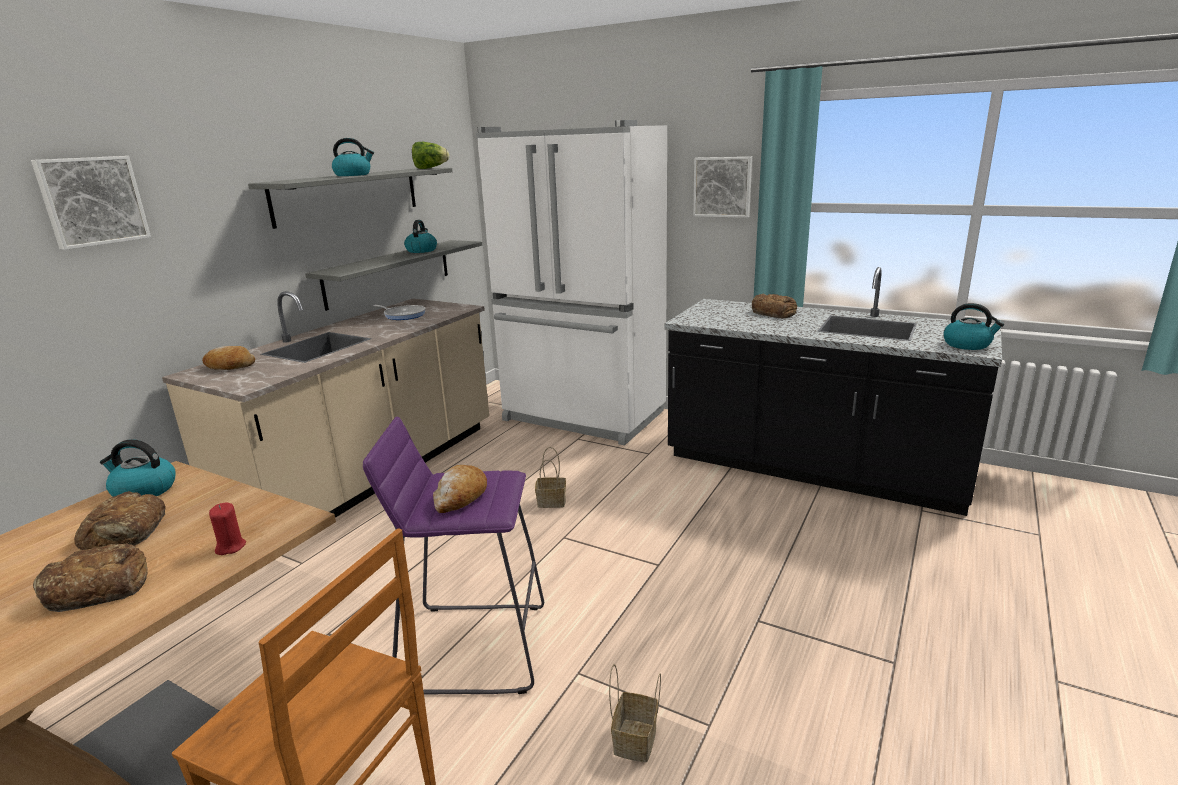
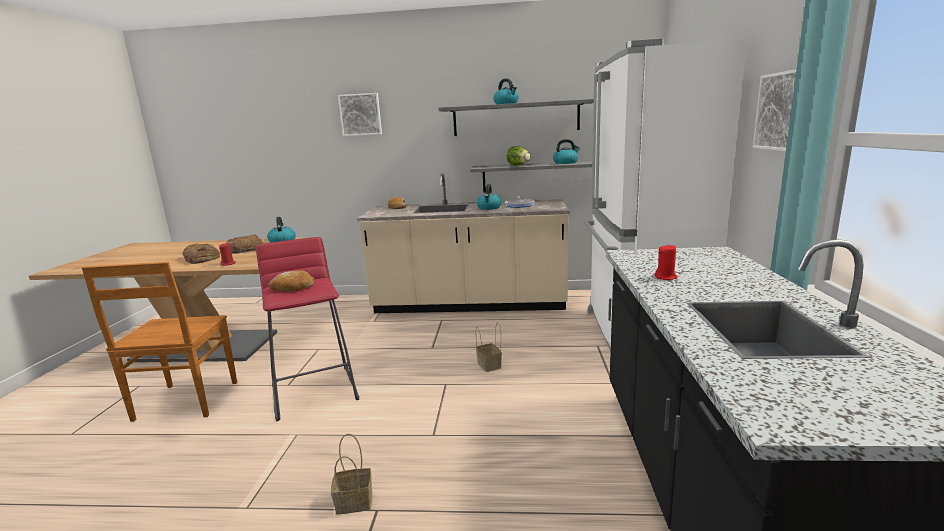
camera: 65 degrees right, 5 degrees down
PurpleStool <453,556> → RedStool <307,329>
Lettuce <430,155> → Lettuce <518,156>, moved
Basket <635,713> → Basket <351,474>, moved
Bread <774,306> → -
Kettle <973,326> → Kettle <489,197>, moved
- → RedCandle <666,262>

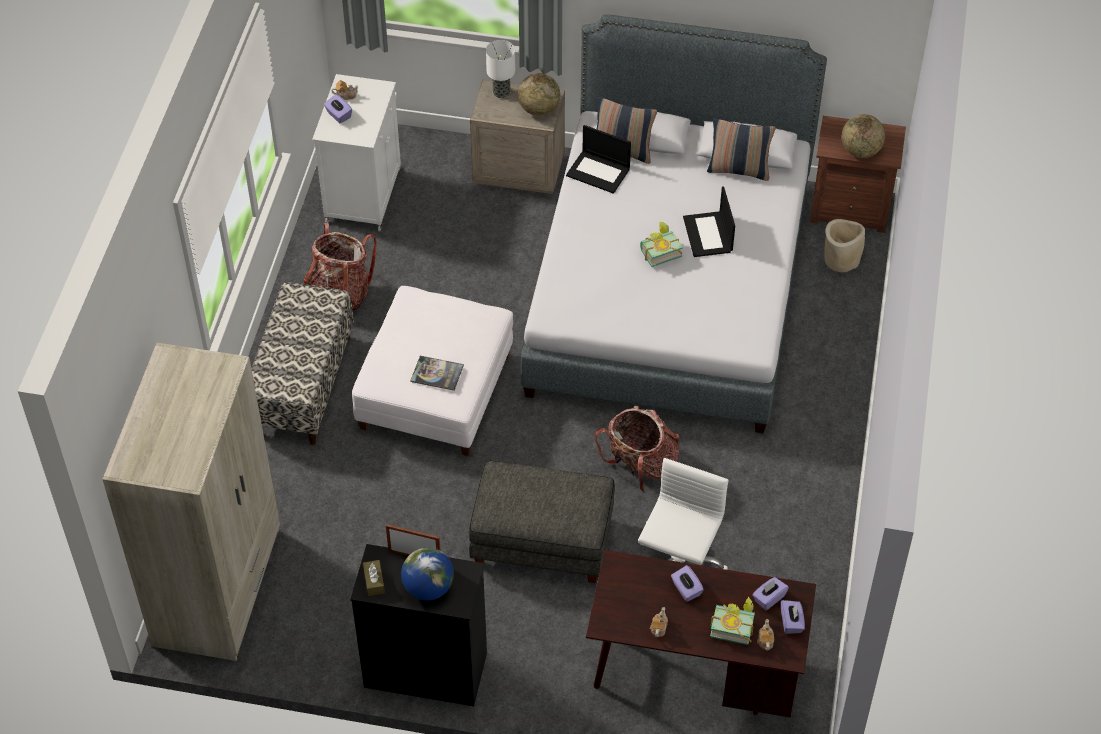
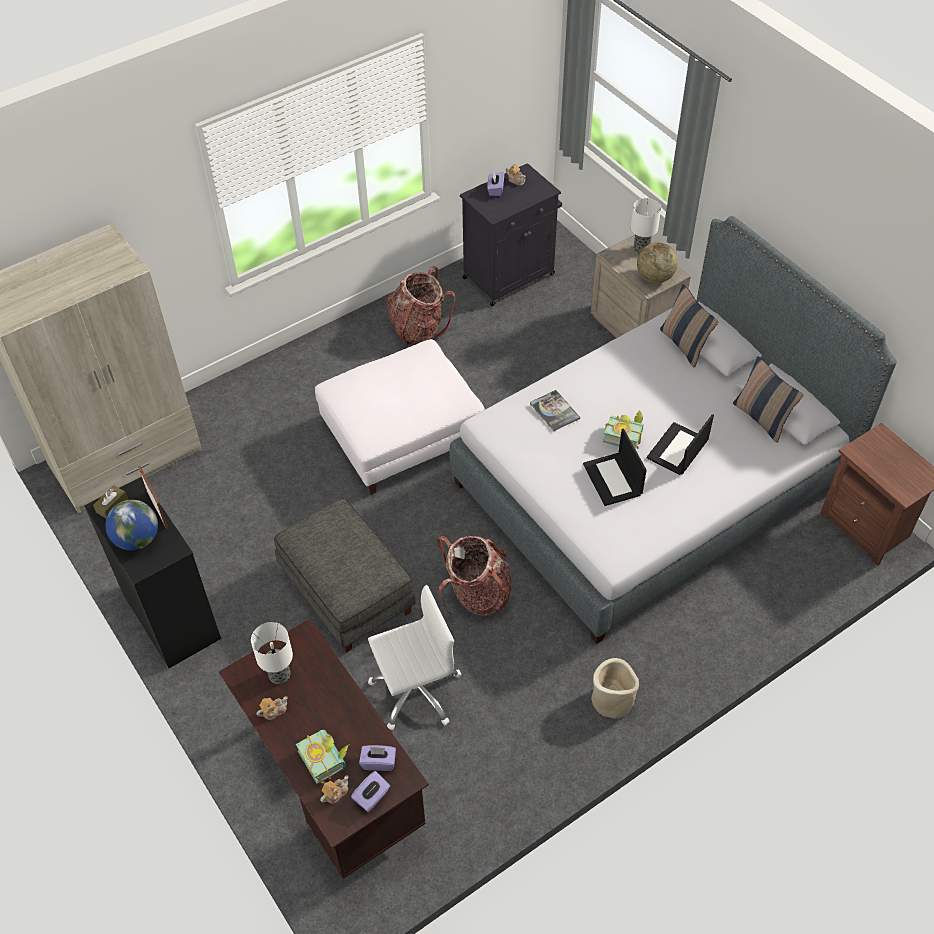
camera: 45 degrees right, 0 degrees up
Bench <302,363> → -
WhiteCabinet <356,152> → BlackCabinet <511,234>
Book <437,373> → Book <555,410>, moved
Laptop <598,159> → Laptop <615,467>, moved
PurpleTissueBox <687,583> → -
BeigePlanter <844,245> → BeigePlanter <615,688>, moved
Globe <863,136> → -
- → TableLamp <272,653>

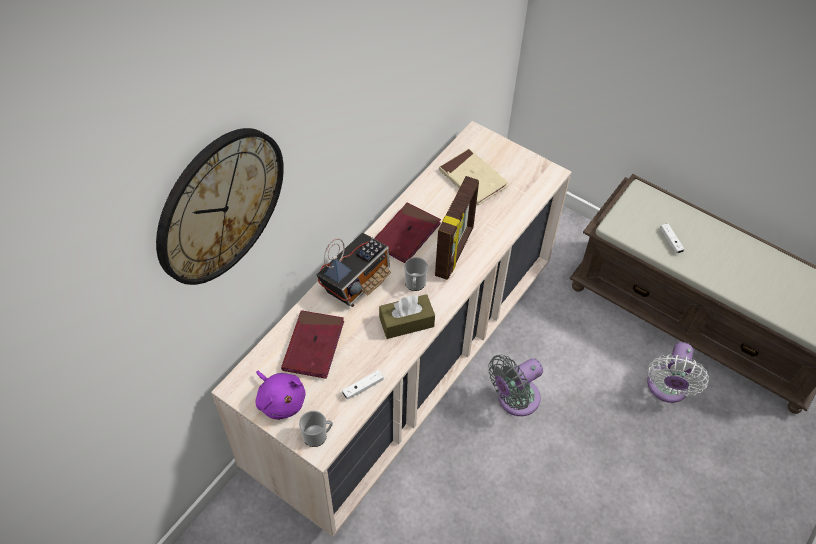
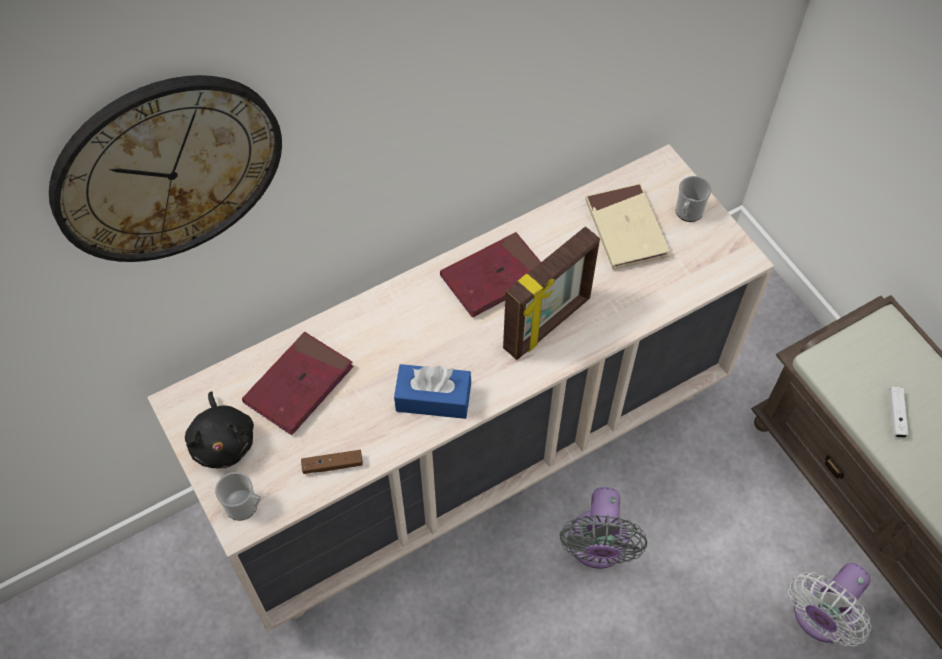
camera: 25 degrees right, 5 degrees up
PurplePlushToy <280,395> → BlackPlushToy <219,429>
Radio <354,270> → -
WhiteGameController <363,385> → BrownGameController <332,462>
BrownTissueBox <407,316> → BlueTissueBox <432,391>
Mug <416,274> → Mug <693,199>, moved
GreyFan <516,385> → GreyFan <603,528>, 75 degrees counterclockwise

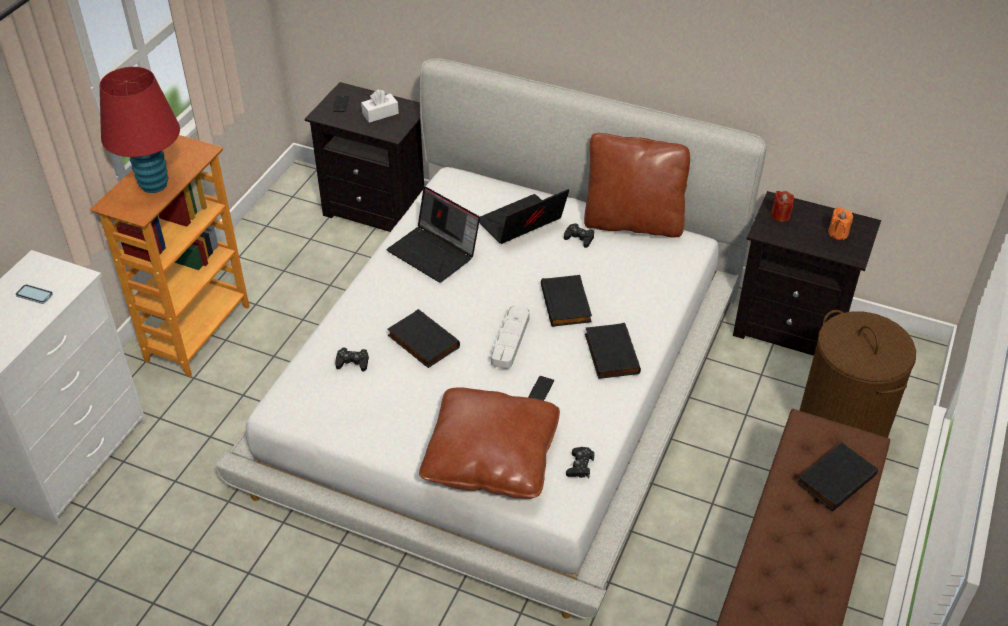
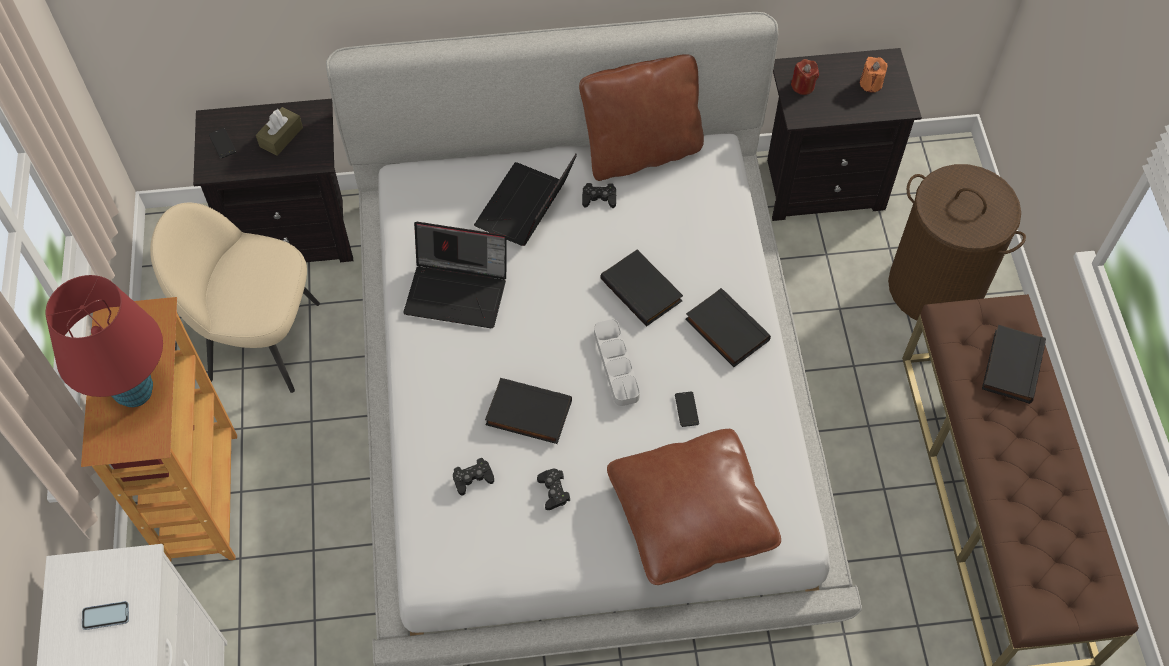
camera: 30 degrees left, 15 degrees up
WhiteTissueBox <380,106> → BrownTissueBox <279,131>
BlackGameController <580,462> → BlackGameController <553,489>, moved
- → BeigeChair <235,298>

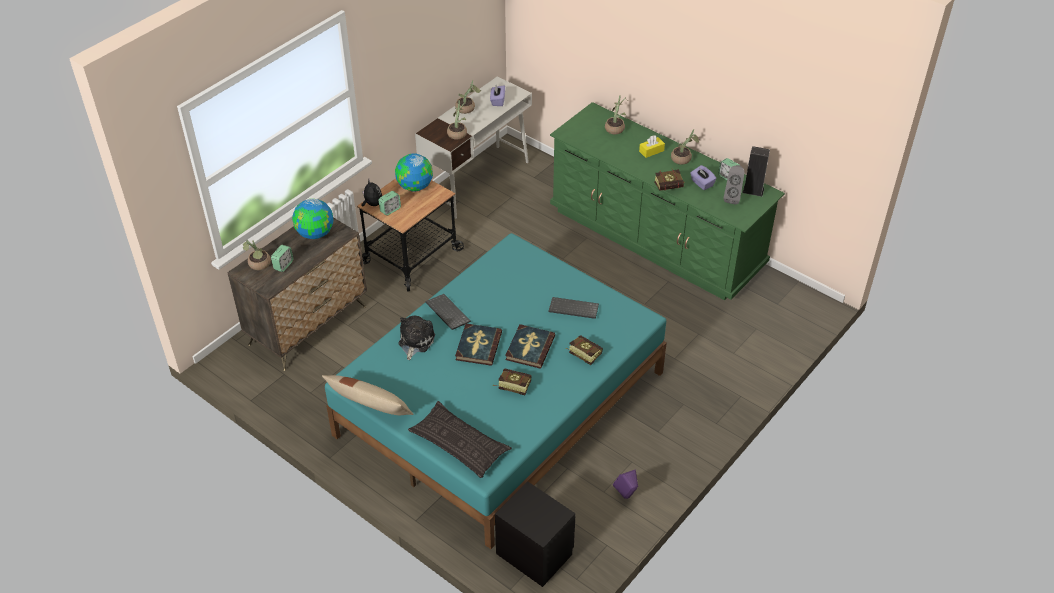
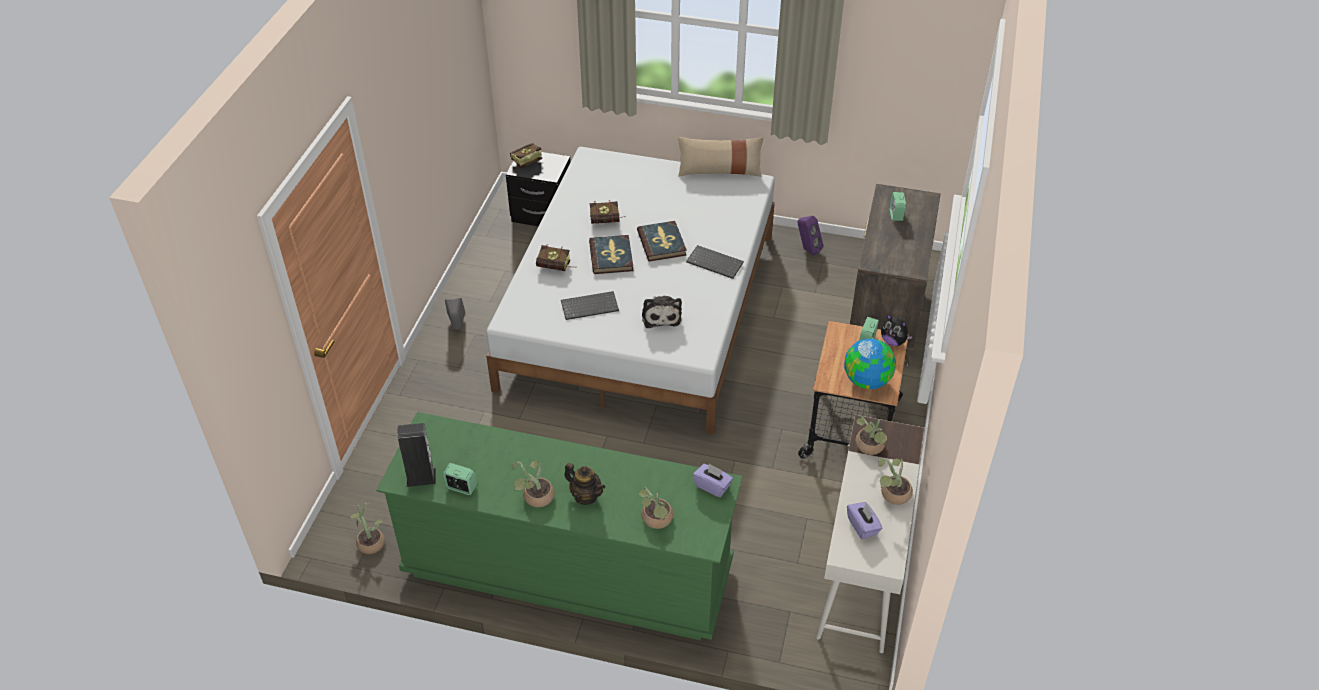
camera: 155 degrees right, 0 degrees up
PottedPlant <257,255> → PottedPlant <368,528>, moved
Globe <313,219> → -
TurquoiseBed <496,391> → WhiteBed <630,290>
PlushToy <416,337> → PlushToy <662,312>, moved
Pillow <460,439> → -
PurpleSpeaker <625,484> → PurpleSpeaker <810,236>, moved
YellowTissueBox <652,147> → Teapot <584,484>
Book <669,179> → Book <526,157>, moved
PurpleTissueBox <703,177> → PurpleTissueBox <713,480>, moved
GreySpeaker <733,184> → GreySpeaker <455,313>, moved

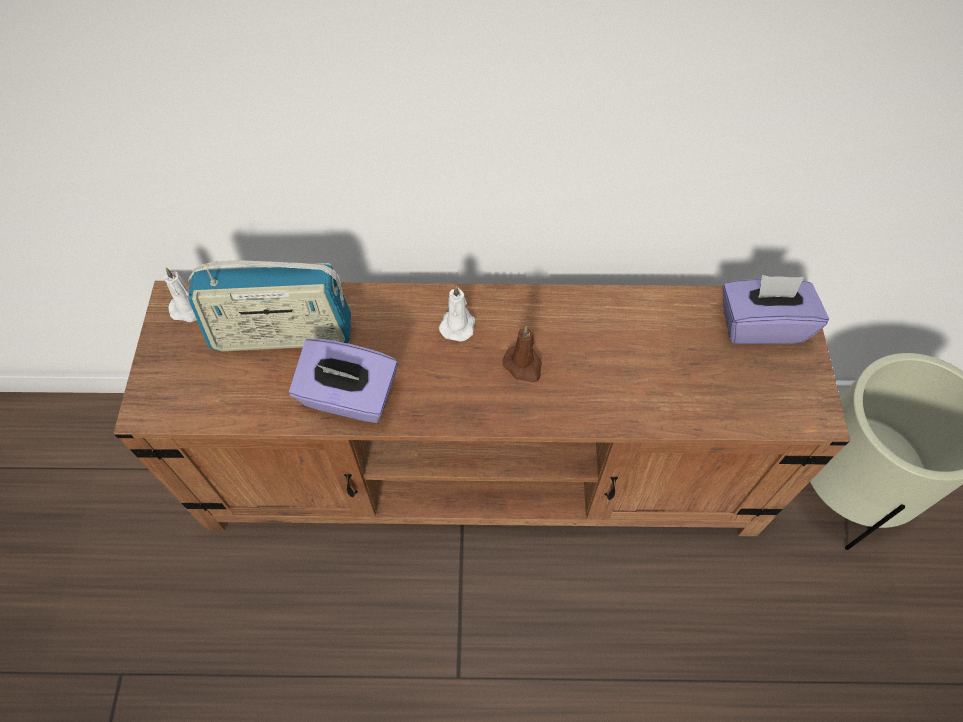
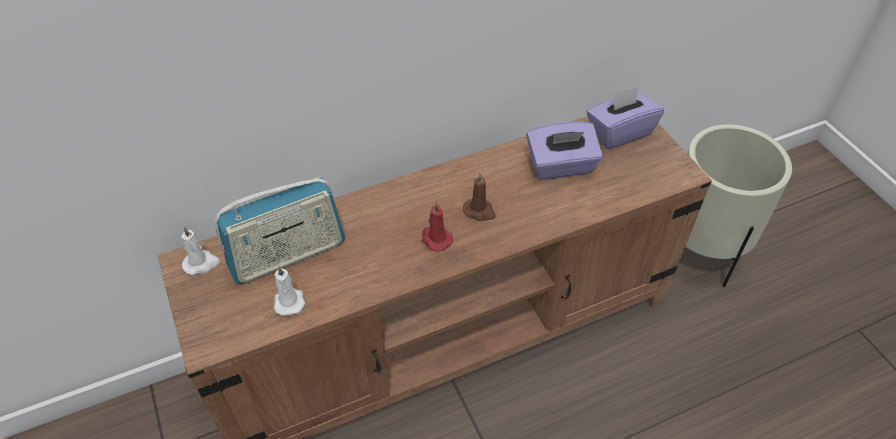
camera: 25 degrees left, 10 degrees down
PurpleTissueBox <343,381> → PurpleTissueBox <564,150>, moved
WhiteCandle <457,313> → WhiteCandle <289,291>, moved
- → RedCandle <437,227>

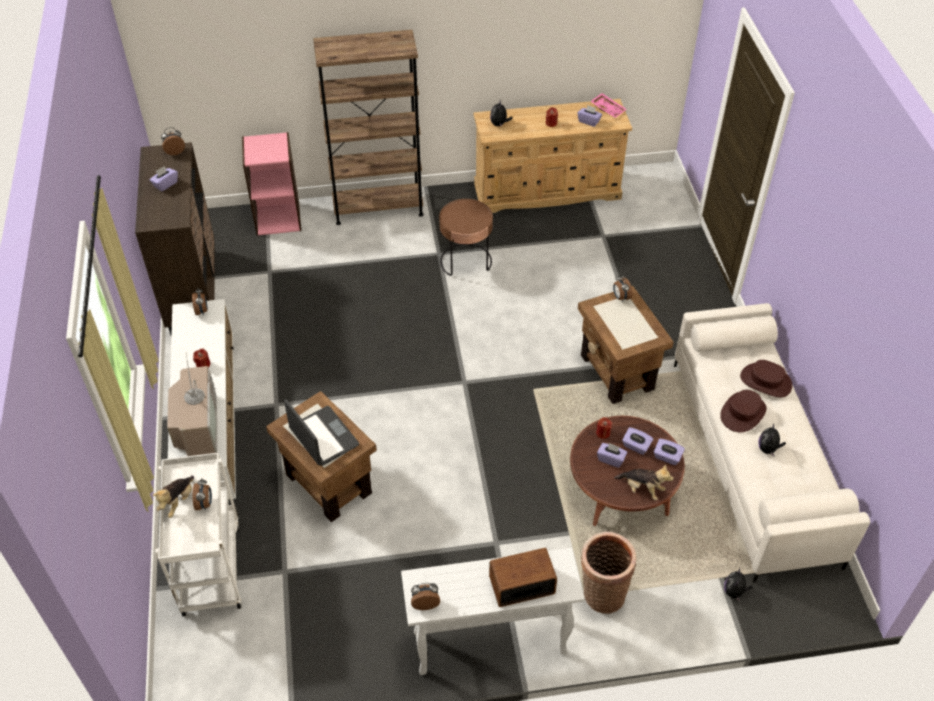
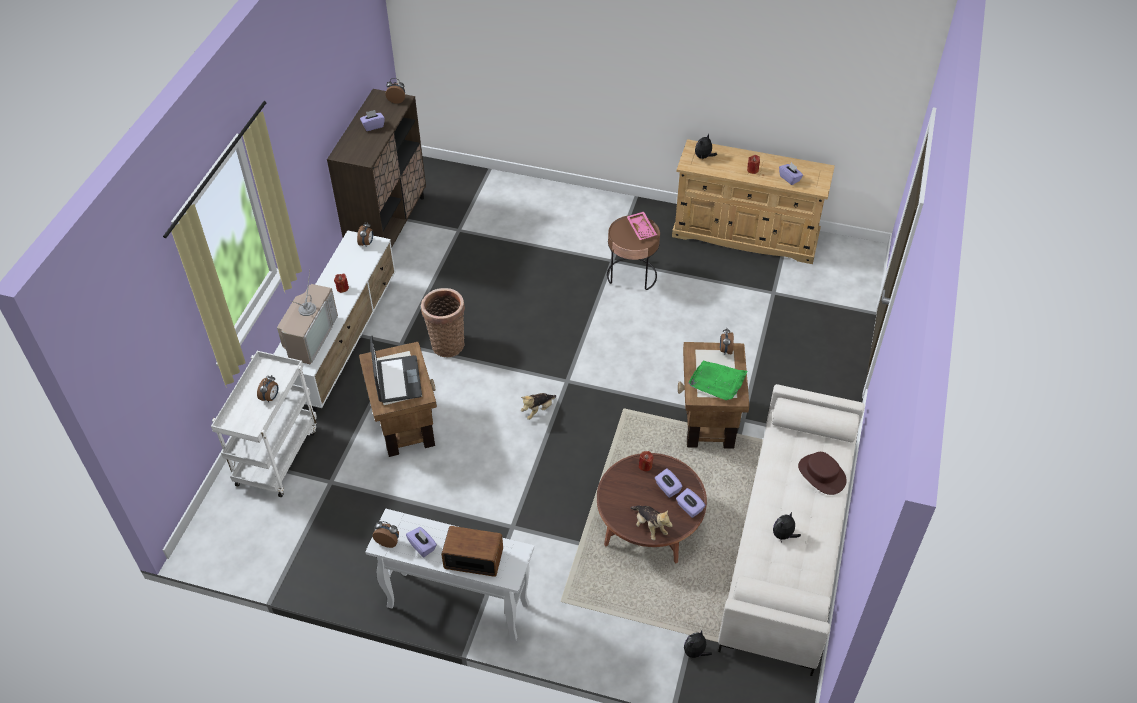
camera: 25 degrees right, 0 degrees up
PlushToy <173,496> → PlushToy <538,406>, moved
PinkBookcase <271,184> → -
BrownBookcase <368,127> → -
Basket <608,573> → Basket <443,322>, moved
PinkTray <608,105> → PinkTray <642,226>, moved
PurpleTissueBox <612,455> → PurpleTissueBox <421,542>, moved
BrownHat <743,411> → -
- → GreenTray <718,380>

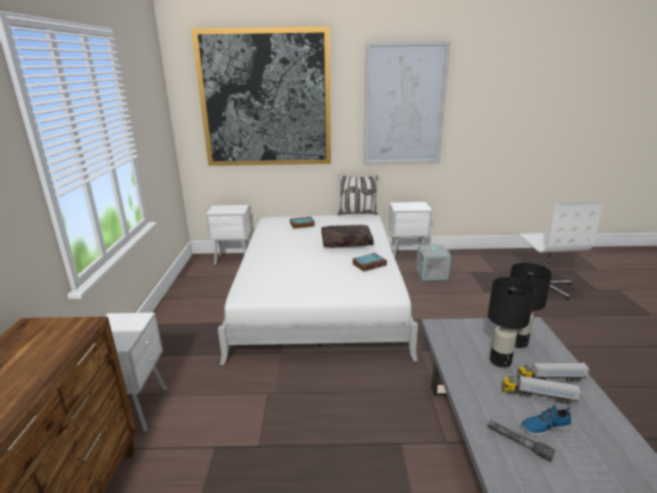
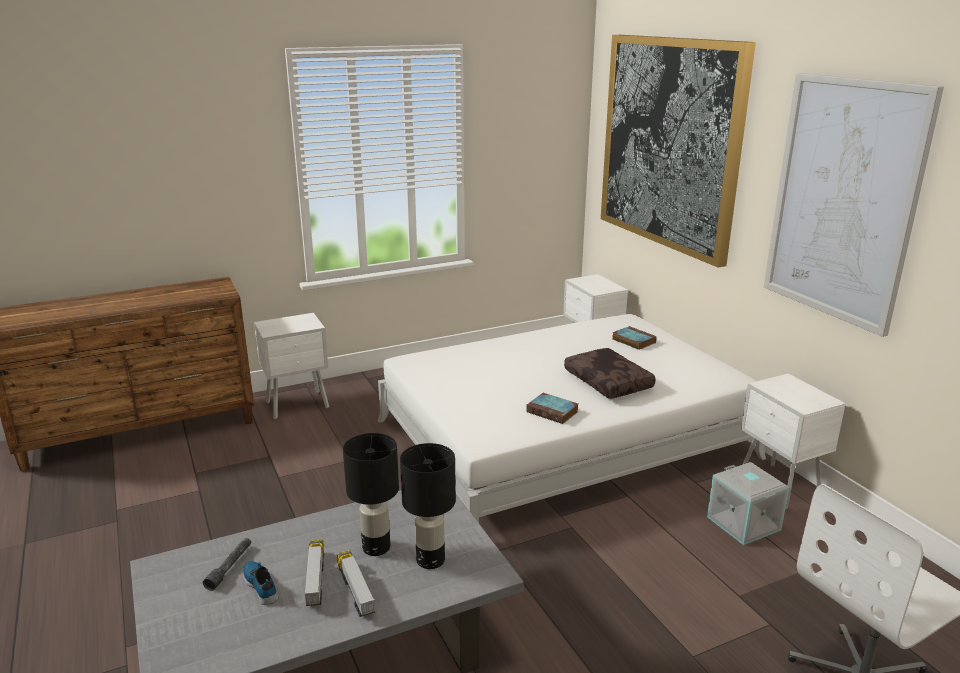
camera: 65 degrees right, 0 degrees up
Pillow <357,195> → -

